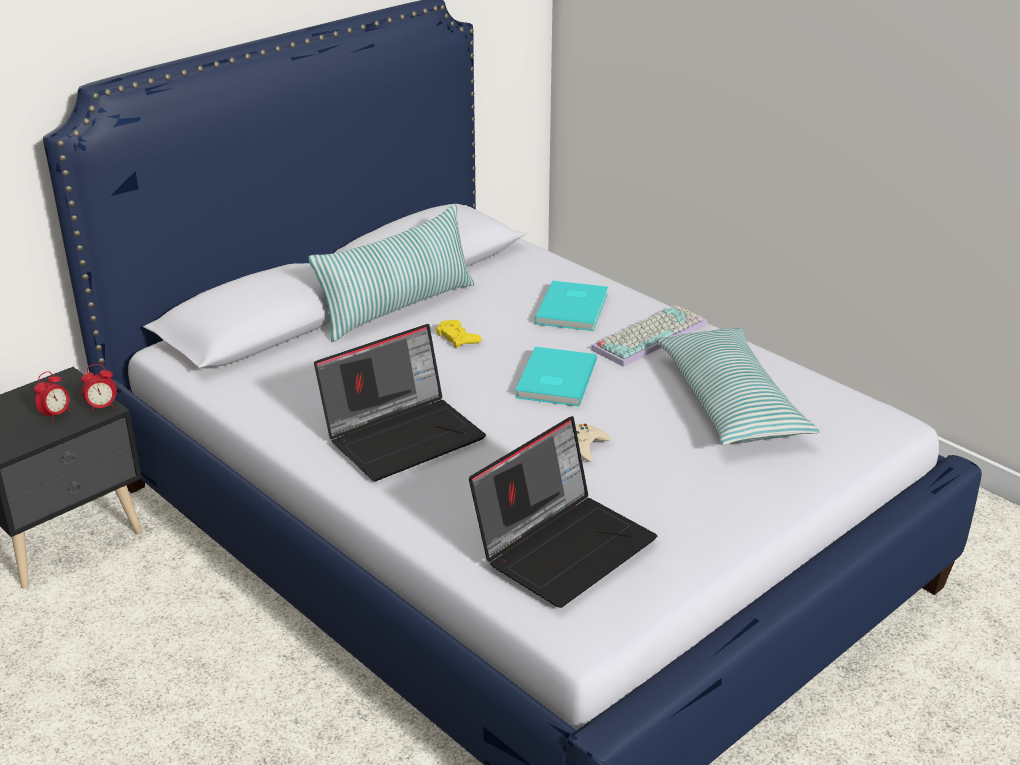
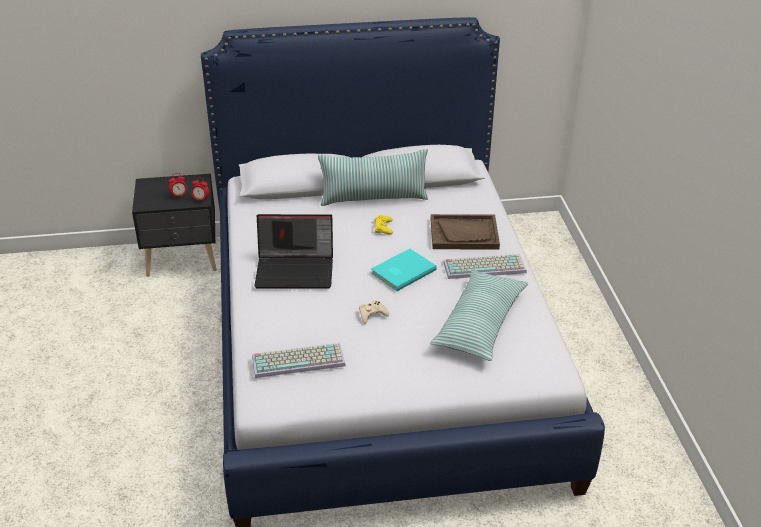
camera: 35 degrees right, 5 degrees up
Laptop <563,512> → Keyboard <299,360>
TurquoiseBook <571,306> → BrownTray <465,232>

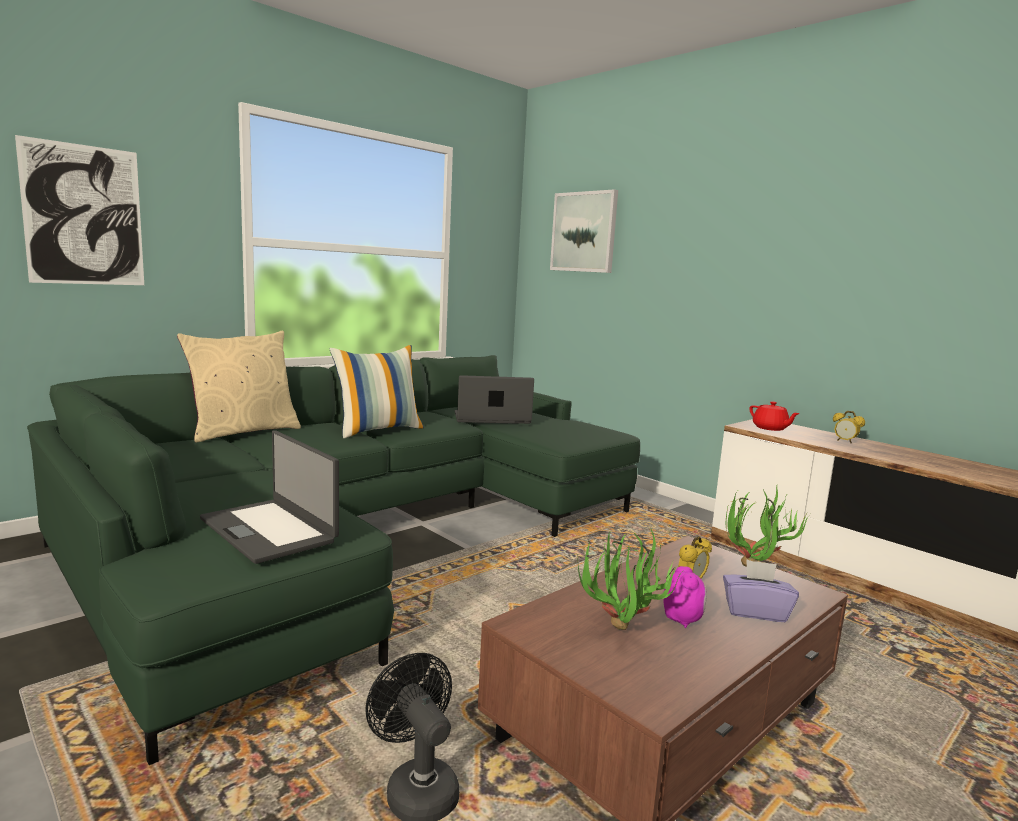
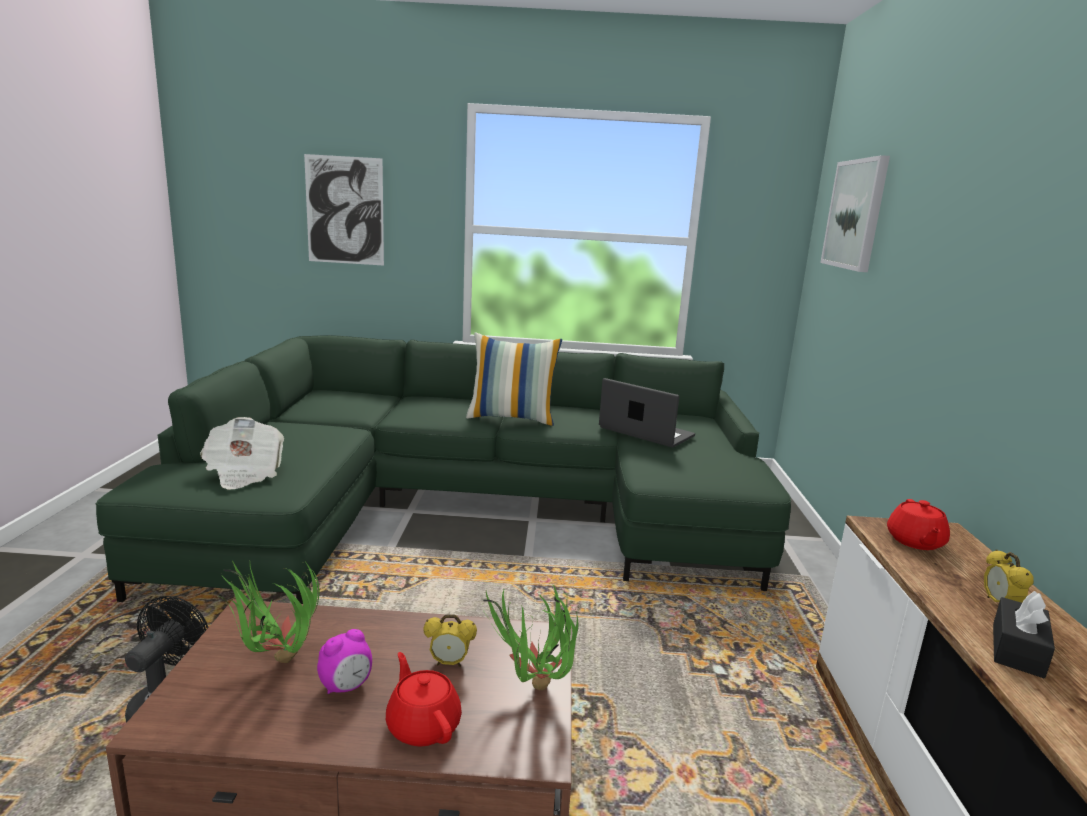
camera: 45 degrees right, 5 degrees up
BeigePillow <239,387> → -
Laptop <269,497> → Newspaper <242,453>
PurpleTissueBox <761,590> → RedTeapot <424,699>
- → BlackTissueBox <1024,634>

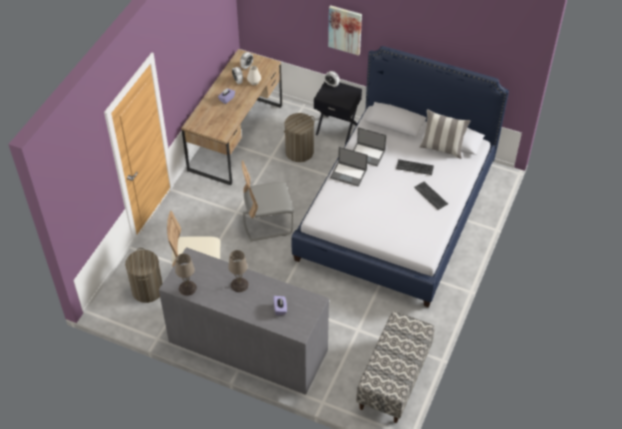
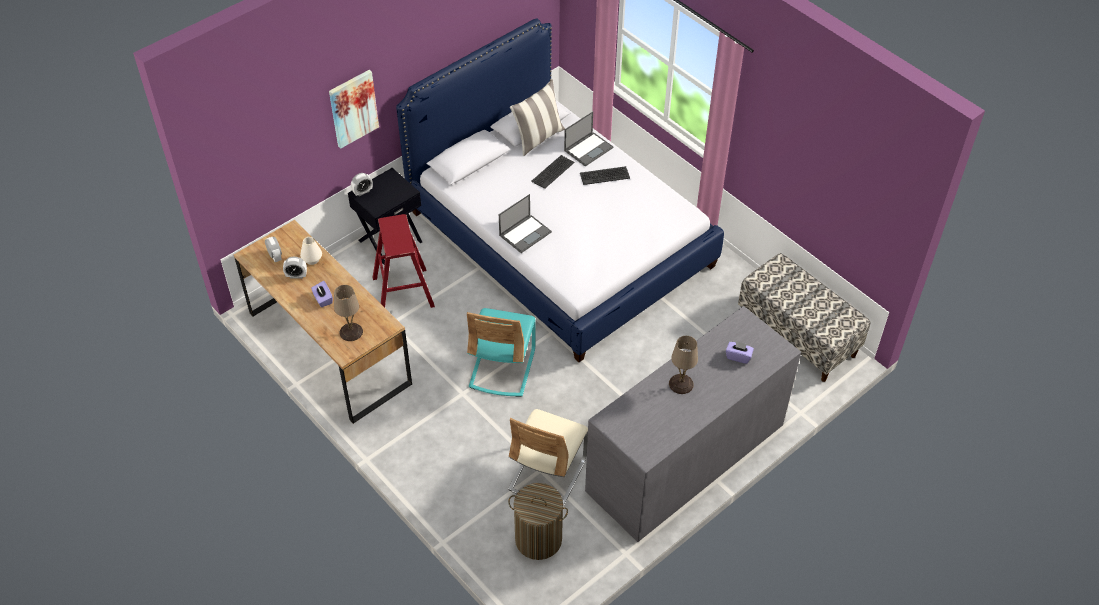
camera: 65 degrees left, 0 degrees up
BeigeTableLamp <186,274> → BeigeTableLamp <348,313>, moved
GreyChair <268,201> → TurquoiseChair <501,352>
LaundryBasket <299,137> → RedStool <404,261>
Laptop <369,146> → Laptop <588,139>, moved

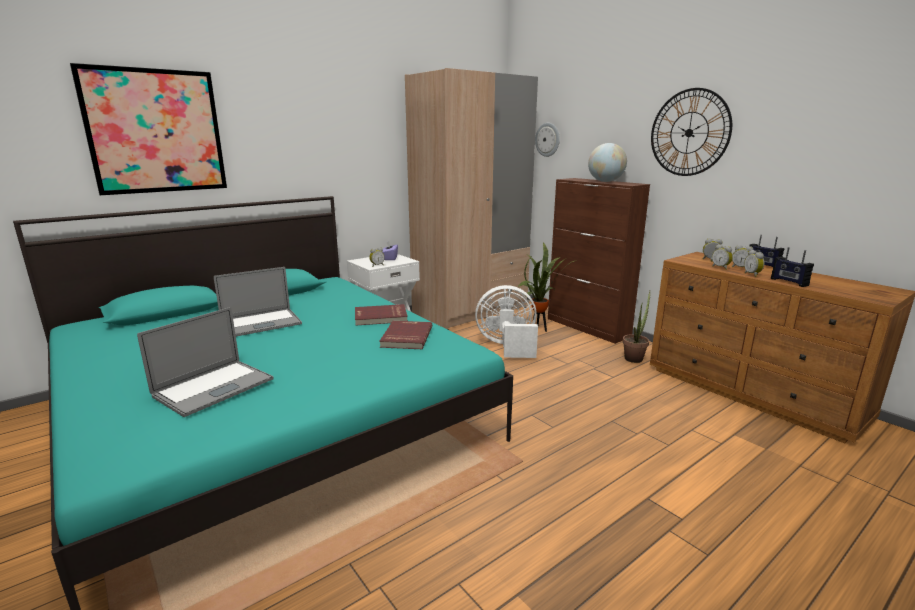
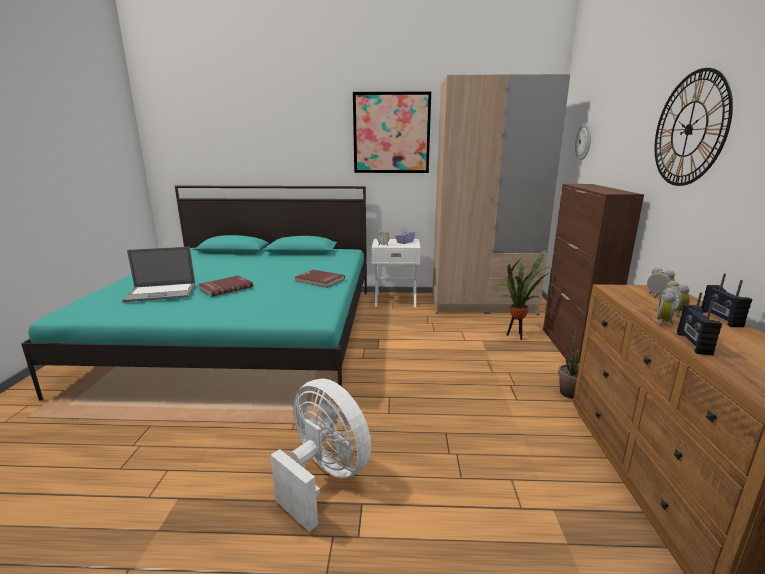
camera: 40 degrees right, 0 degrees up
Picture <148,129> → Picture <392,132>, moved
Laptop <258,301> → -
RedBook <405,335> → RedBook <225,286>, moved
WhiteFan <506,321> → WhiteFan <321,455>, moved
Globe <607,162> → -
AlarmClock <722,257> → -

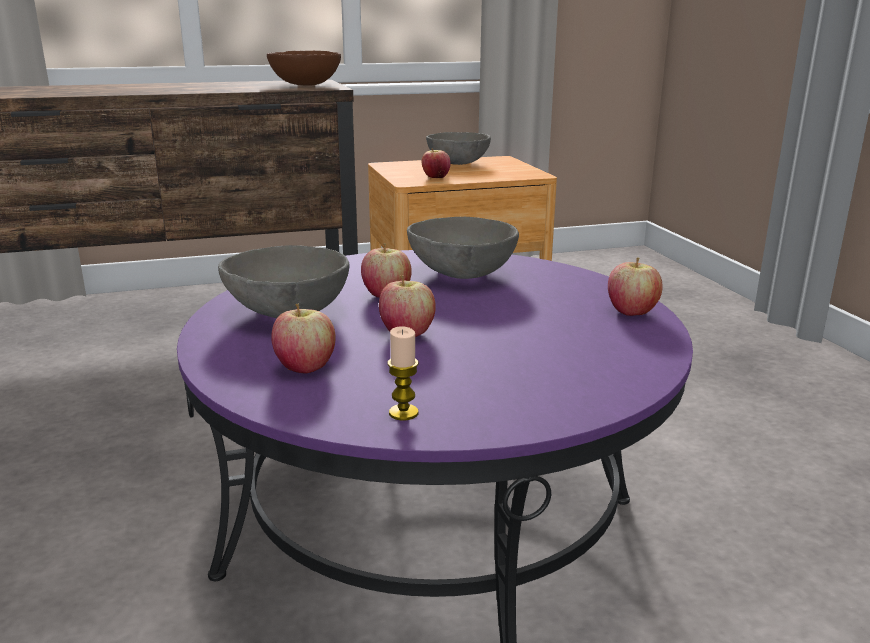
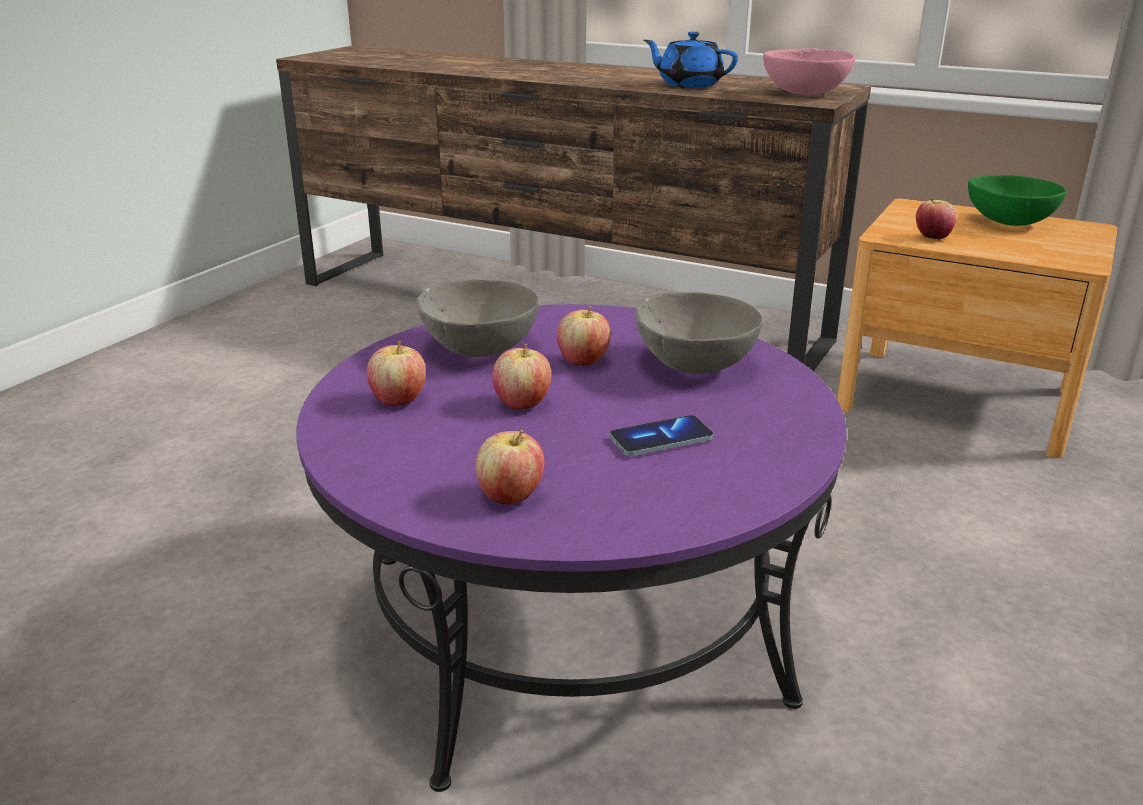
camera: 45 degrees right, 5 degrees up
BrownBowl <304,68> → PinkBowl <809,71>
Candle <403,373> → -
GreyBowl <458,148> → GreenBowl <1017,200>
Apple <635,286> → Apple <510,467>, moved
- → Phone <661,435>
- → BlueTeapot <691,60>

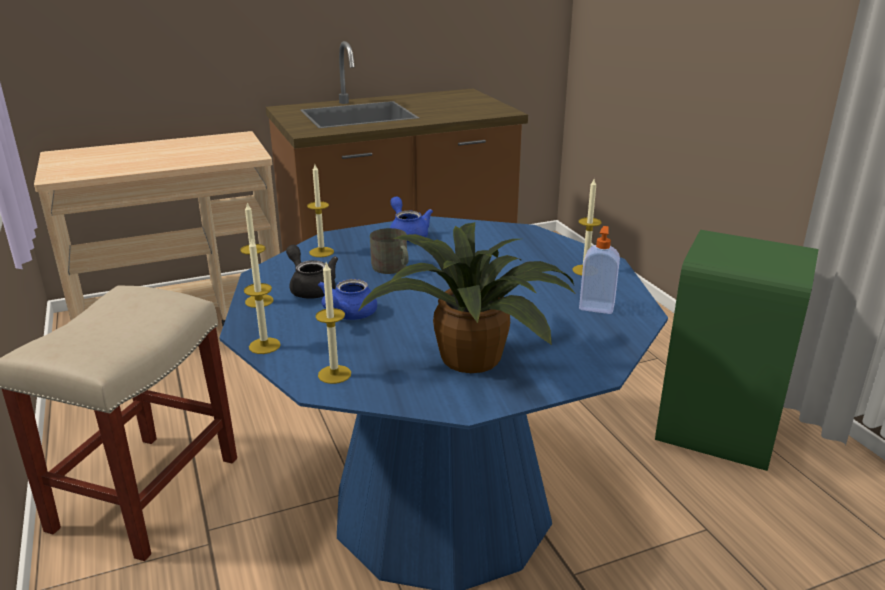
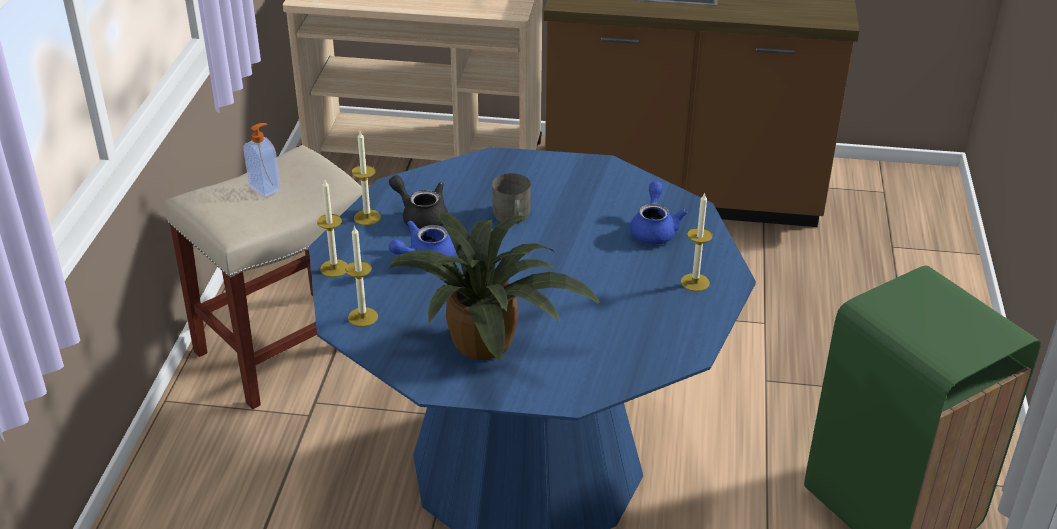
camera: 30 degrees right, 10 degrees up
BlackTeapot <312,272> → BlackTeapot <418,202>, 45 degrees counterclockwise
Candle <320,210> → -
BlueTeapot <411,219> → BlueTeapot <659,213>, moved
SoapDispenser <599,270> → SoapDispenser <262,160>, moved

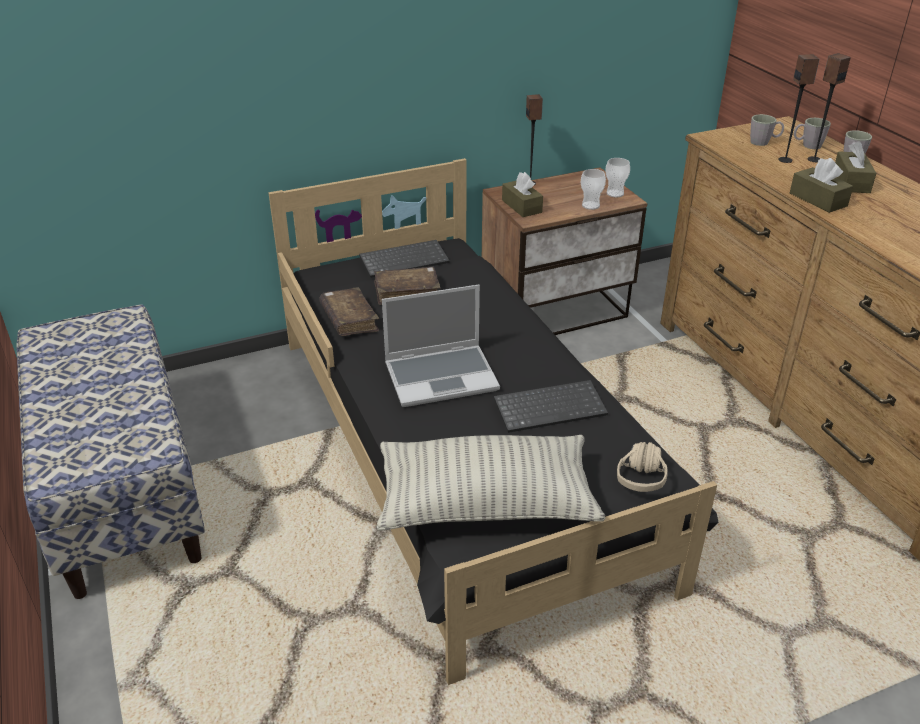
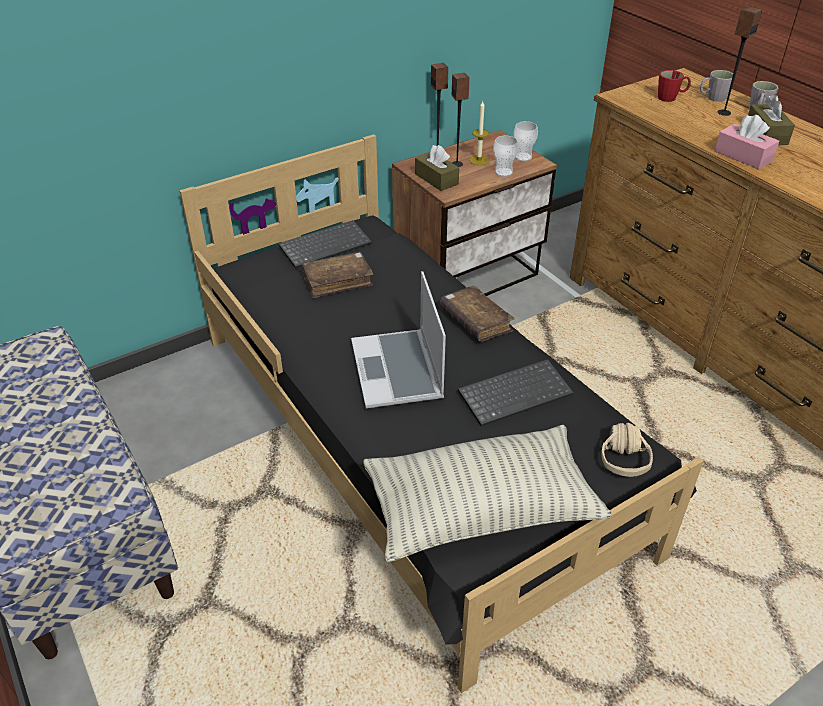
camera: 10 degrees left, 5 degrees up
BrownBook <349,311> → BrownBook <477,313>, moved
Laptop <441,346> → Laptop <398,340>, 105 degrees clockwise
GreyMug <767,130> → RedMug <674,86>
Speaker <799,108> → Speaker <461,120>, moved
BrownTissueBox <821,185> → PinkTissueBox <747,142>
- → Candle <479,133>

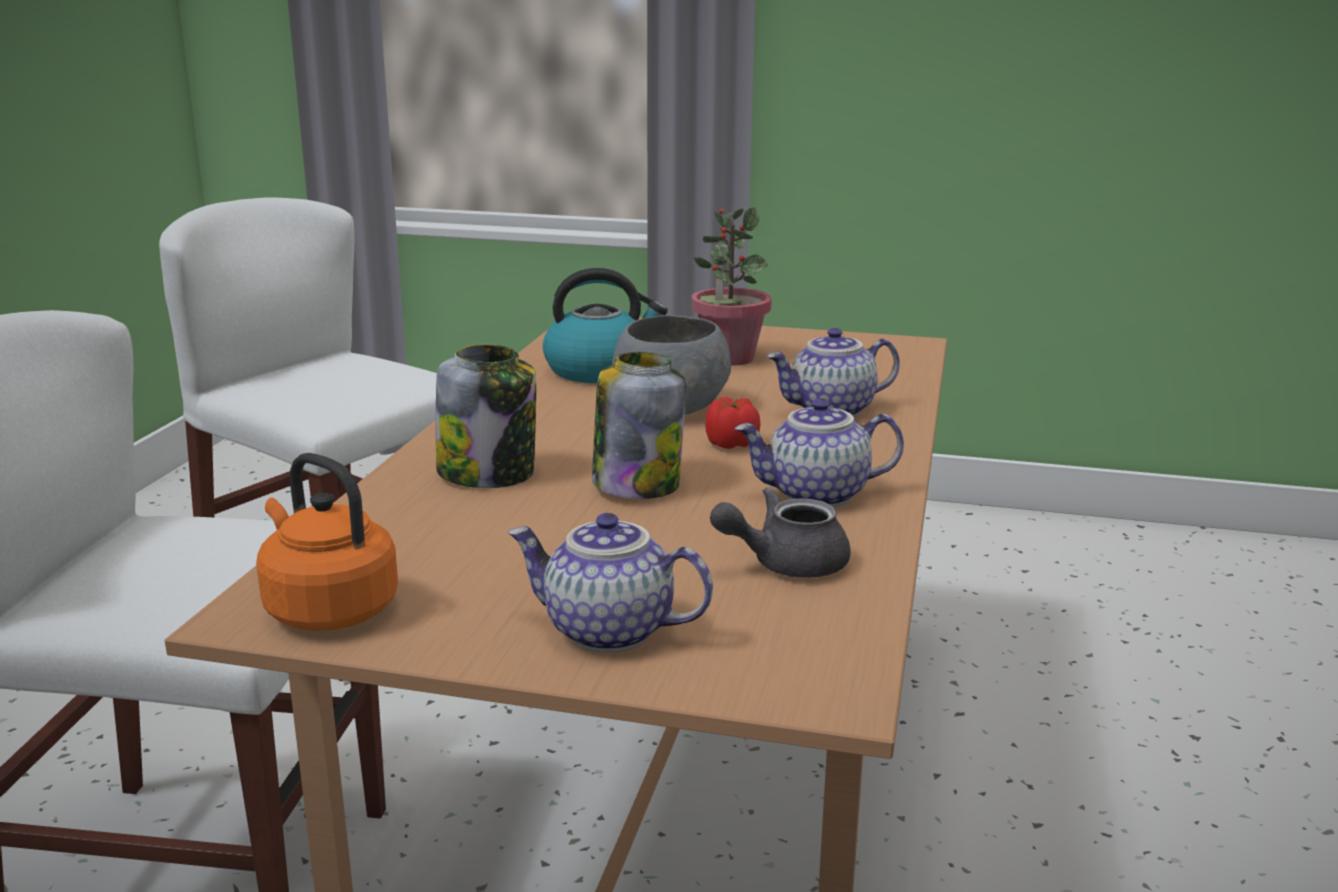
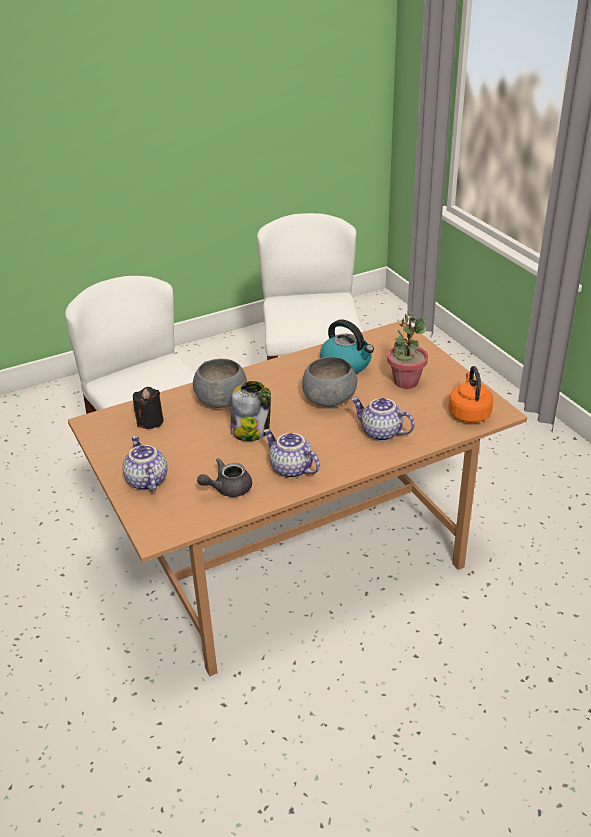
camera: 50 degrees right, 15 degrees up
OrangeKettle <327,542> → OrangeKettle <471,394>, moved
Jar <486,416> → GreyBowl <220,383>
Tomato <733,423> → -
GreyTeapot <780,532> → GreyTeapot <224,477>, 60 degrees counterclockwise
- → BlackCandle <148,408>

